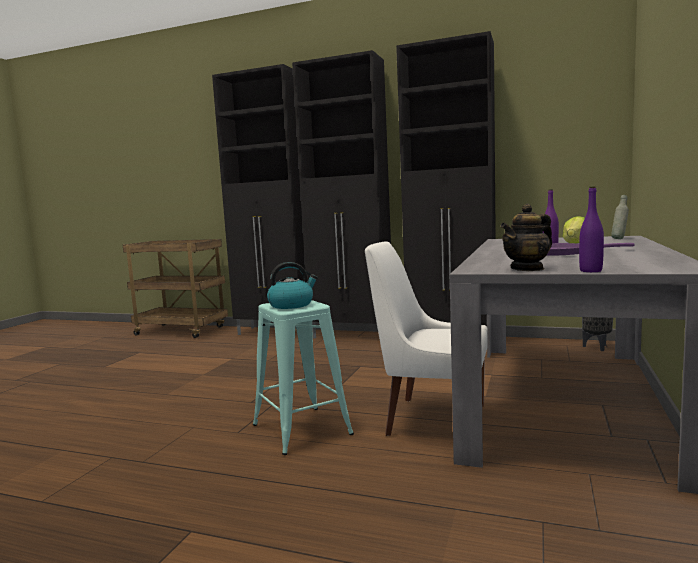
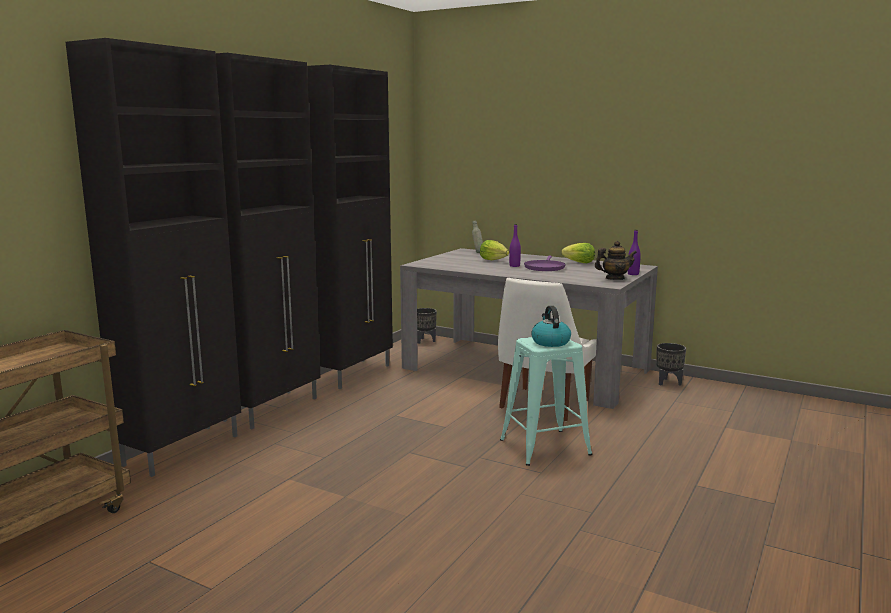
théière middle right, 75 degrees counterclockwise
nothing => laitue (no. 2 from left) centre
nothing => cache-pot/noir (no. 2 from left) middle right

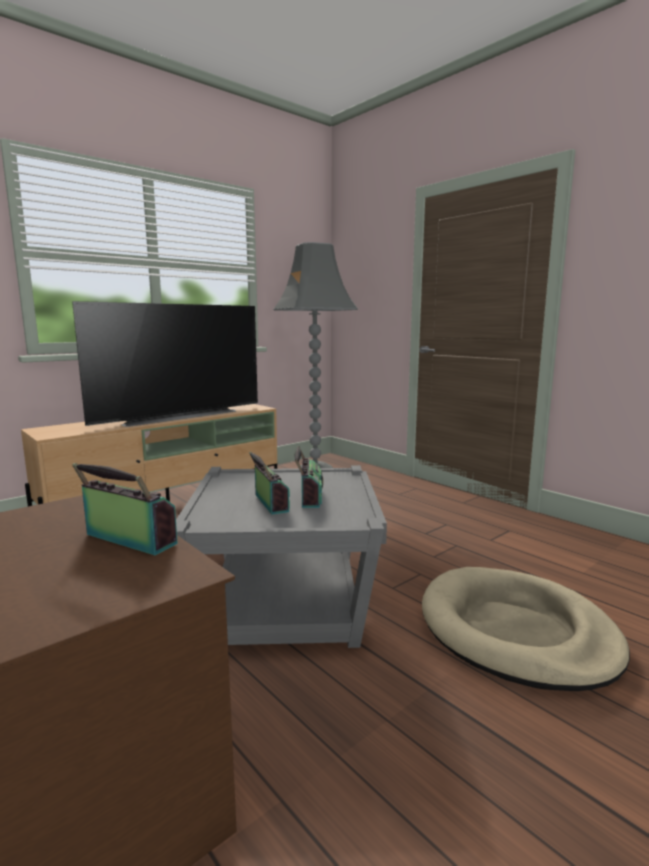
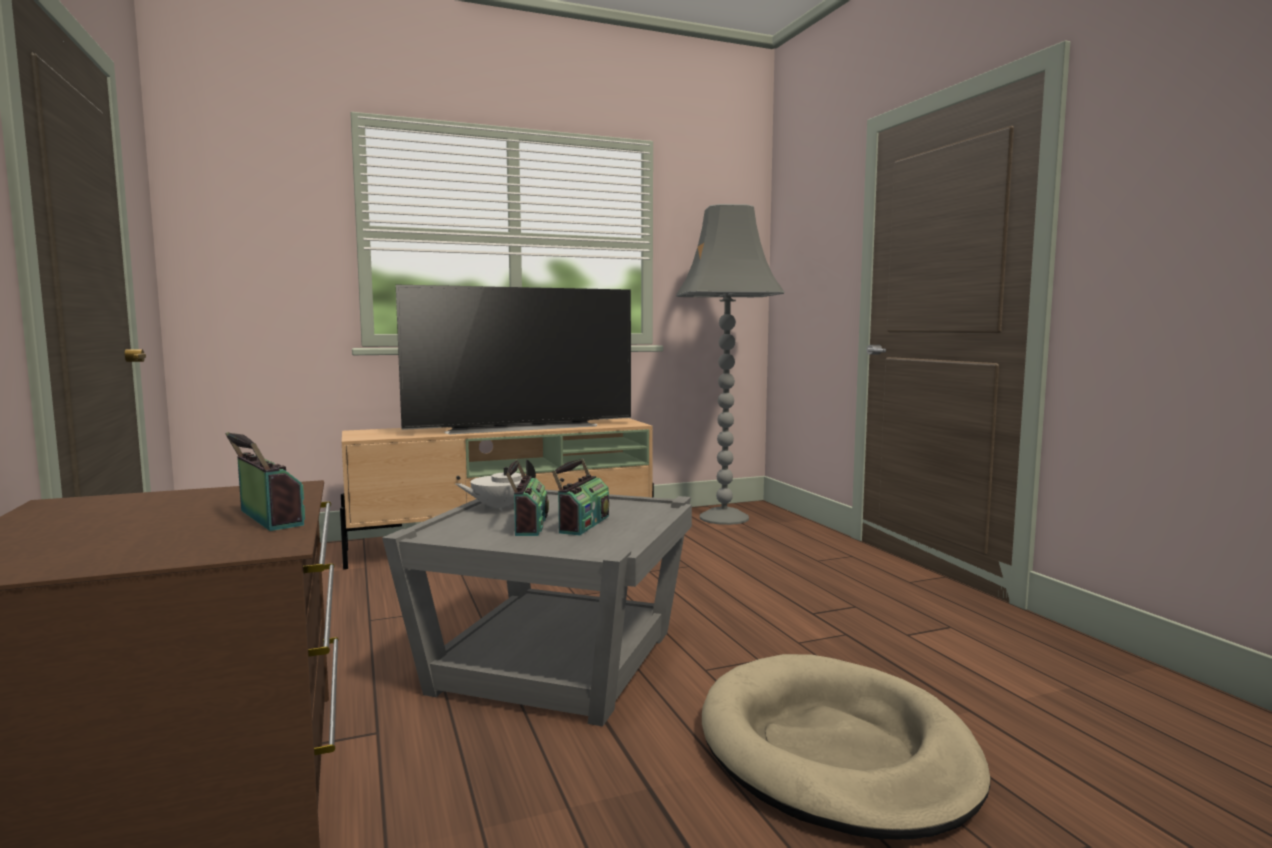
nothing => théière/blanc centre

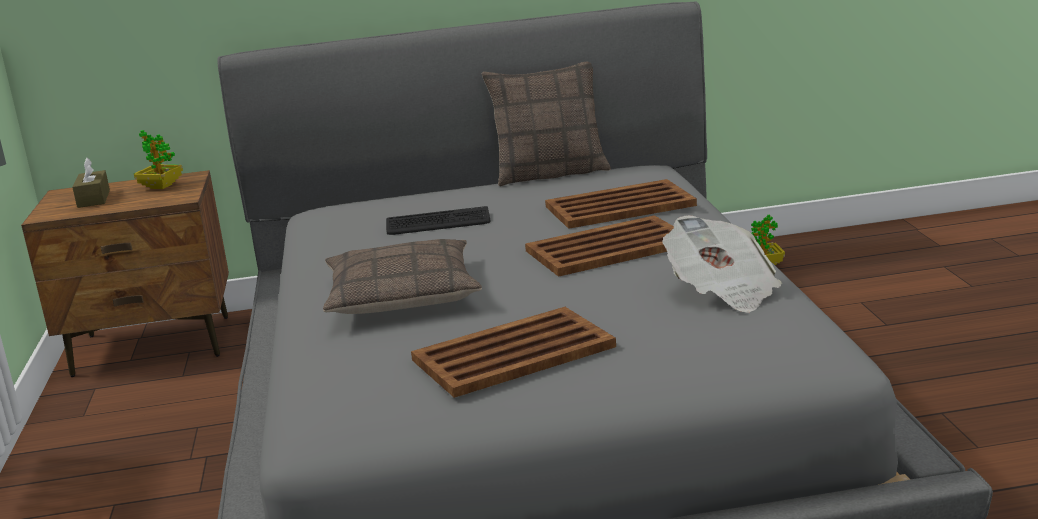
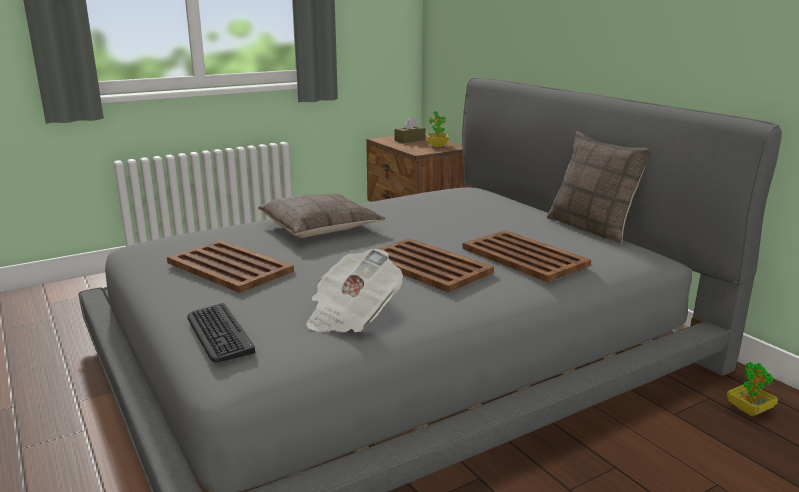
clavier centre => clavier bottom left, shifted

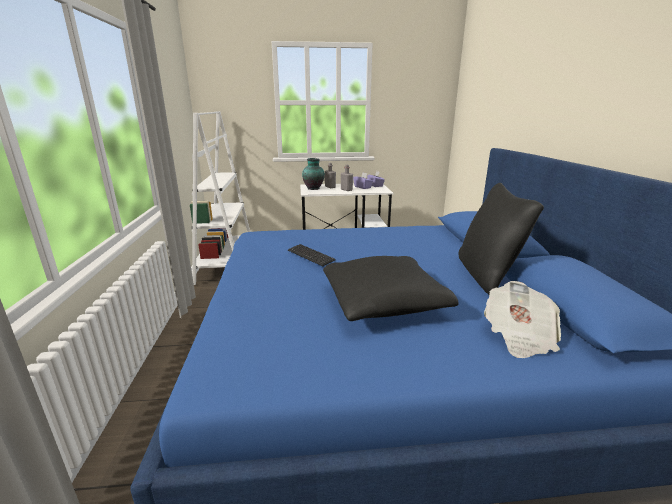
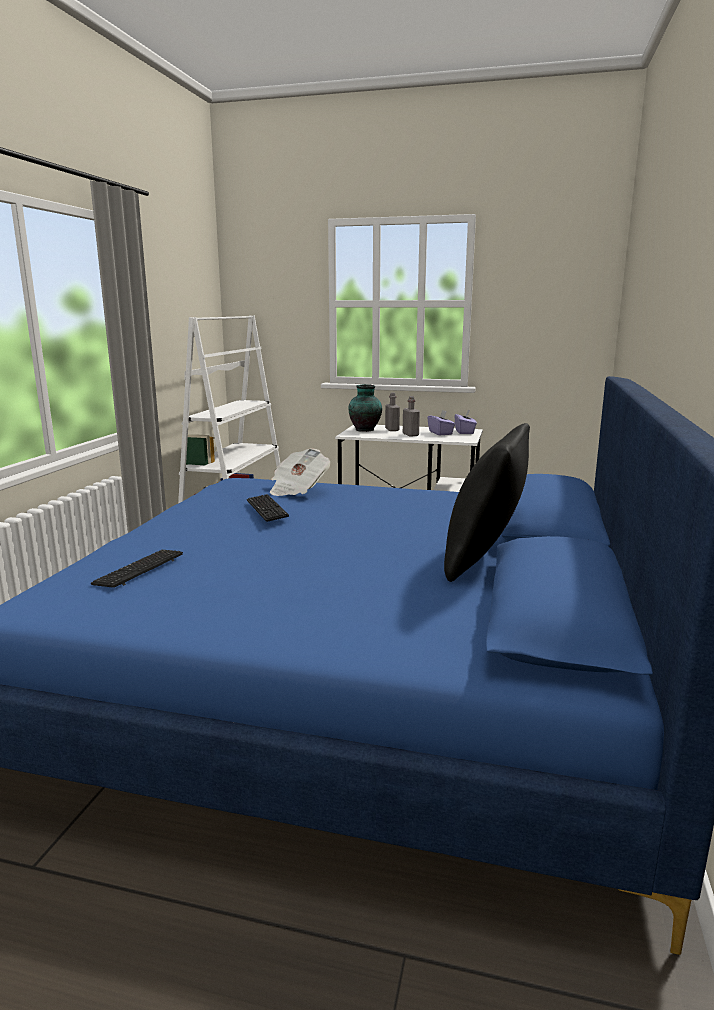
coussin/noir (no. 1 from left) centre => nothing
journal middle right => journal centre, shifted
nothing => clavier (no. 1 from left) middle left

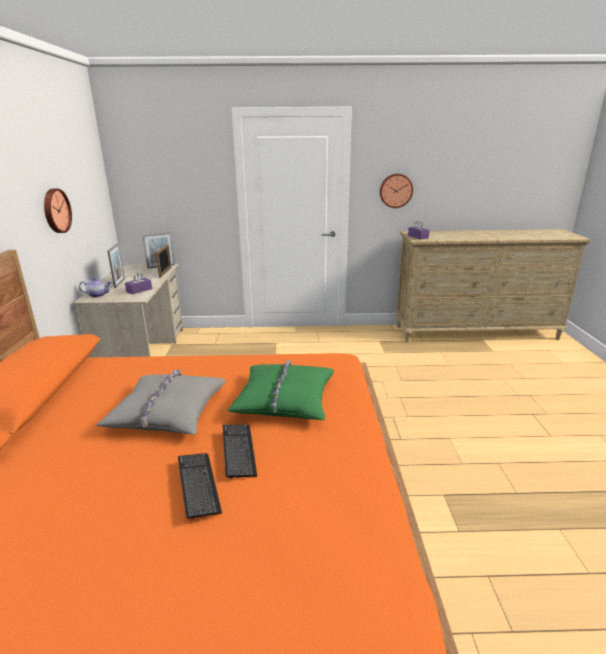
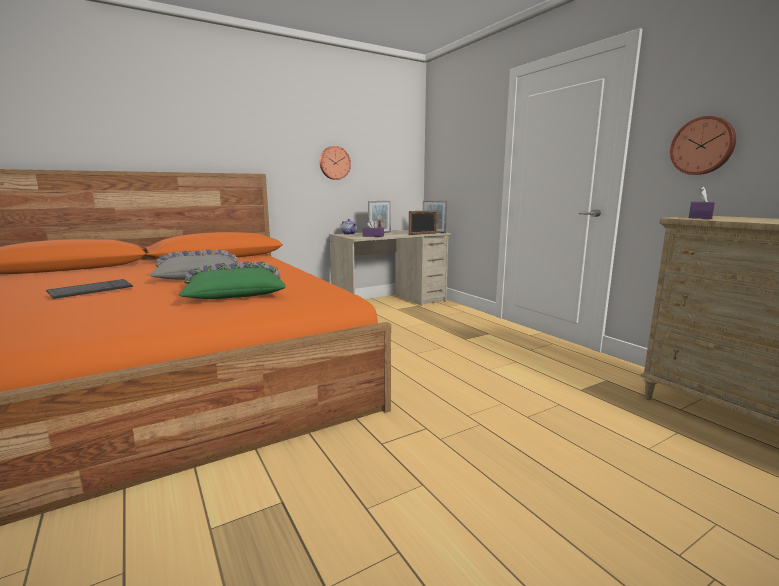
clavier (no. 2 from left) bottom centre => nothing

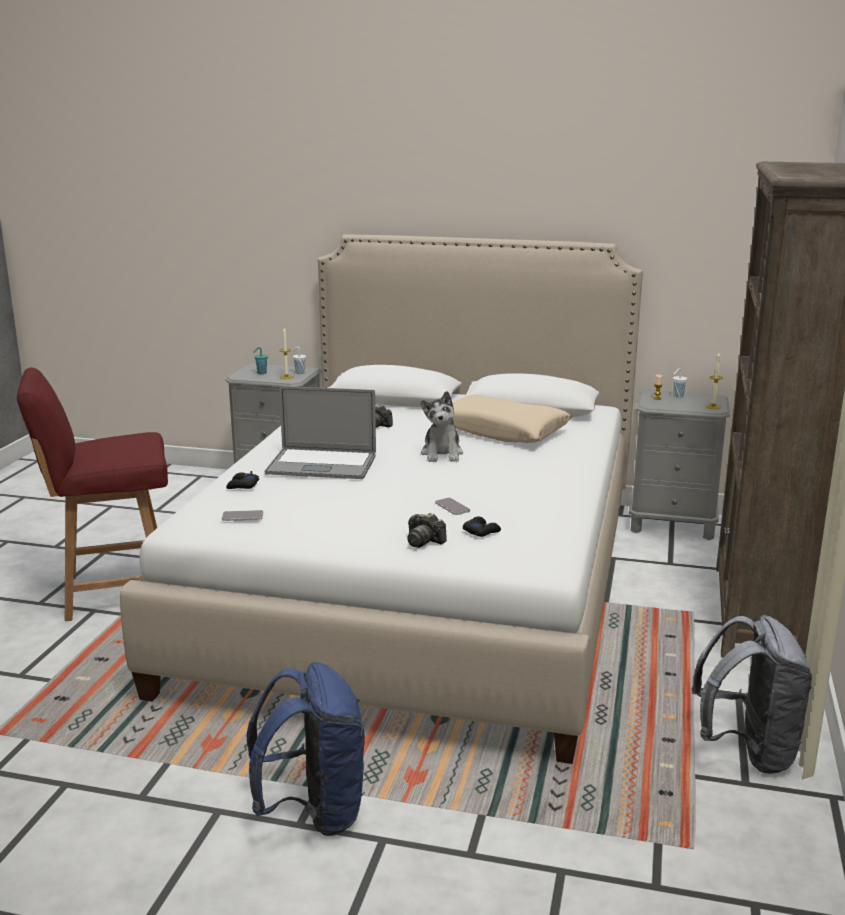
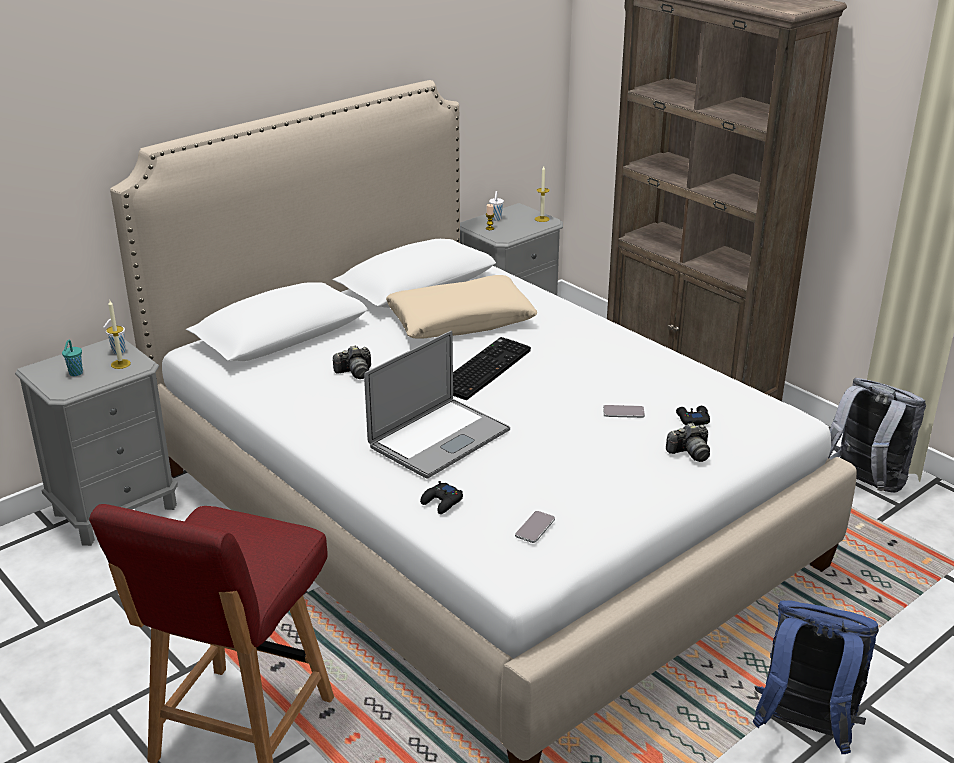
peluche centre => clavier centre

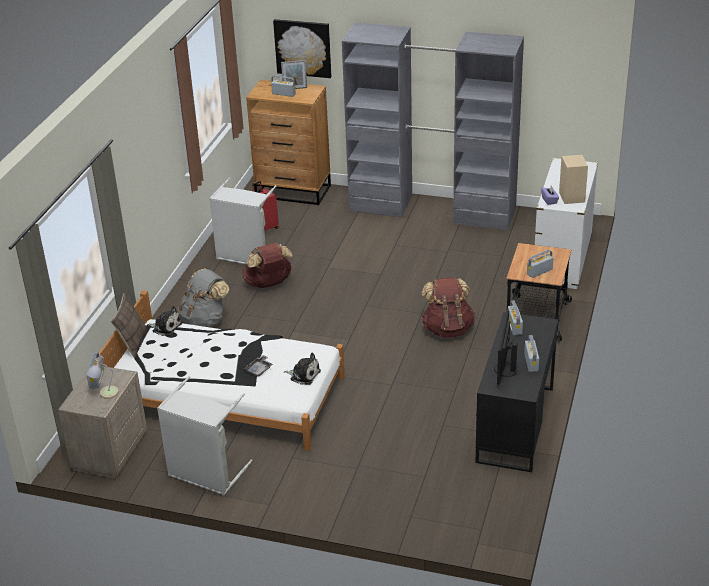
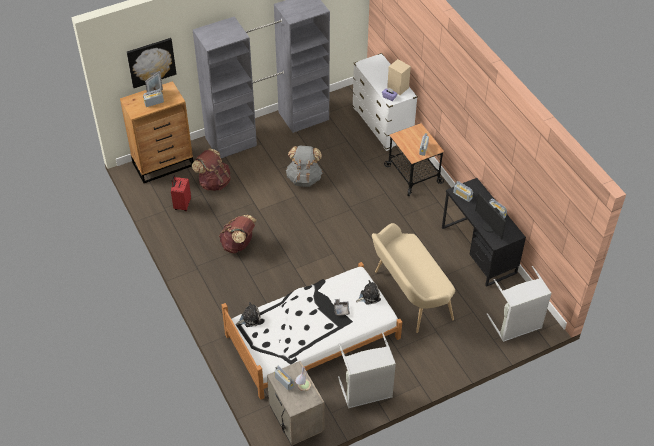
coussin middle left => nothing
sac à dos/gris middle left => sac à dos/gris centre, shifted
panier à linge/gris (no. 2 from left) centre => panier à linge/gris (no. 2 from left) bottom right, shifted
sac à dos/marron (no. 2 from left in the first image) centre => sac à dos/marron (no. 1 from left) middle left, shifted
nothing => banc/beige centre

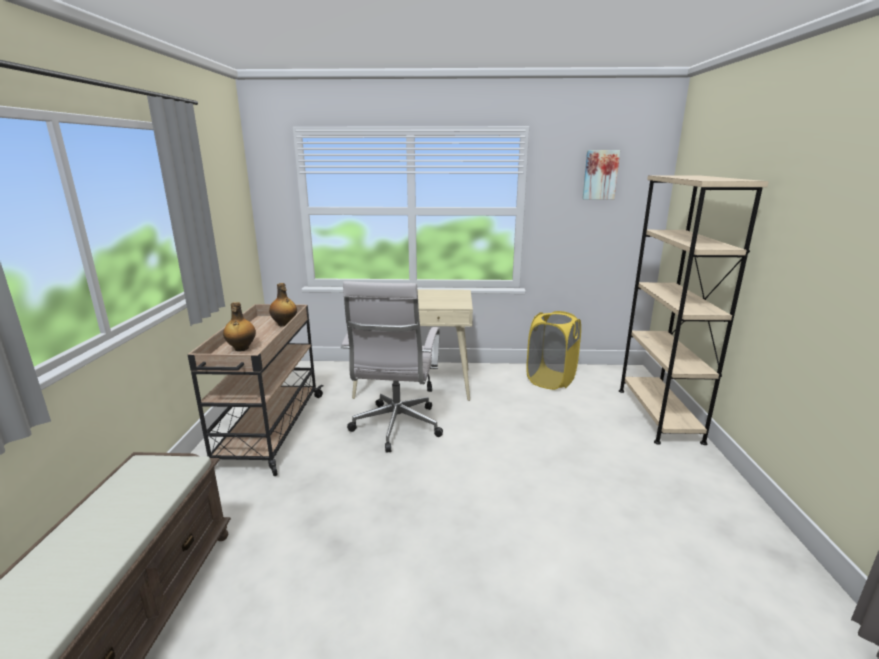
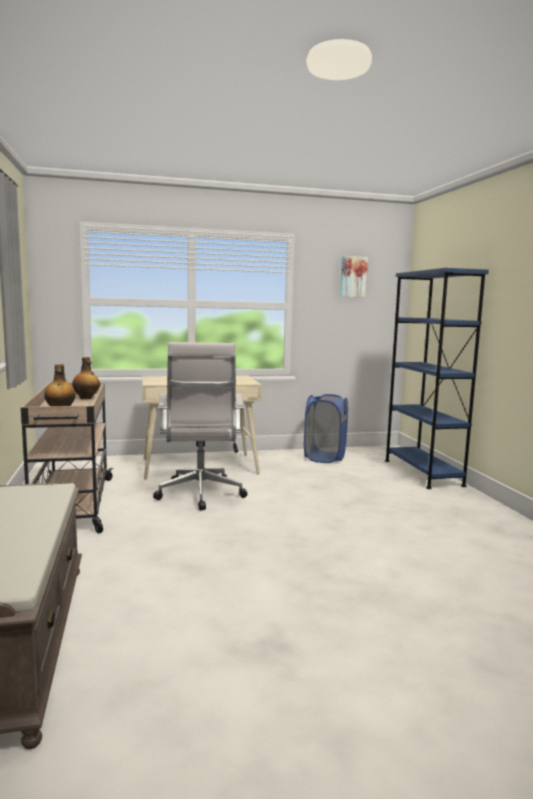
panier à linge/jaune centre => panier à linge/bleu centre
bibliothèque/beige middle right => bibliothèque/bleu middle right

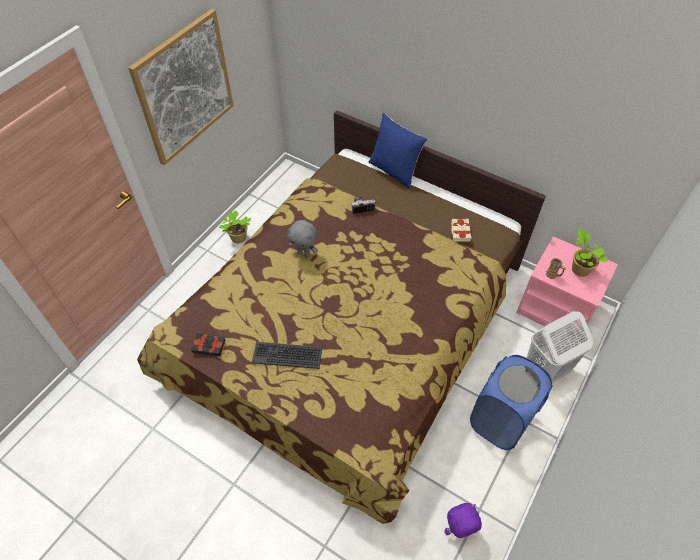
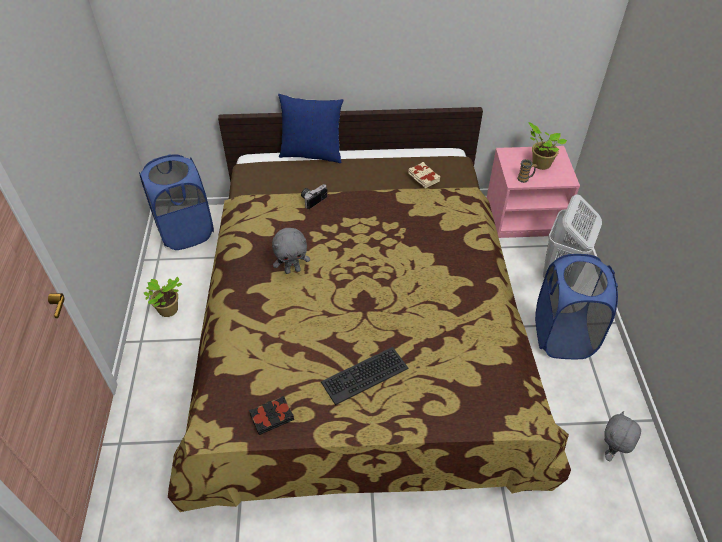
tableau top left => nothing
peluche/violet bottom centre => peluche/gris (no. 2 from left) bottom right
nothing => panier à linge/bleu (no. 1 from left) middle left

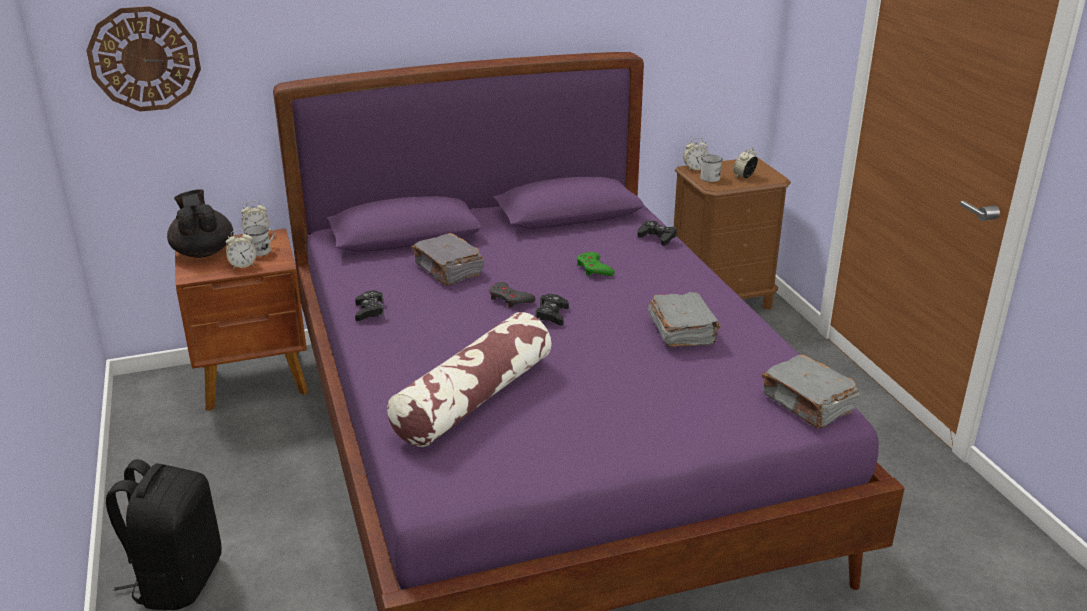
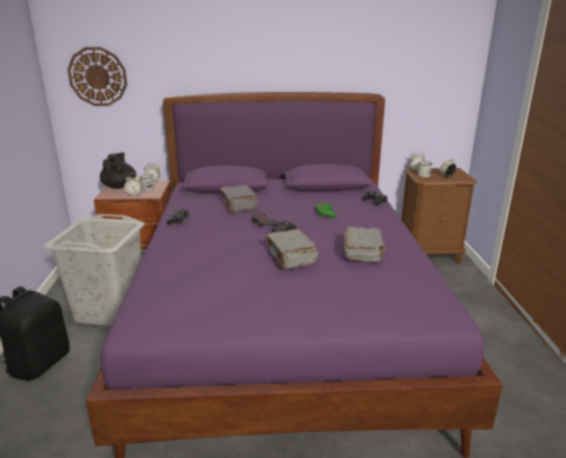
coussin centre => nothing
livre/gris (no. 3 from left in the first image) middle right => livre/gris (no. 2 from left) centre, shifted
nothing => panier à linge/gris middle left

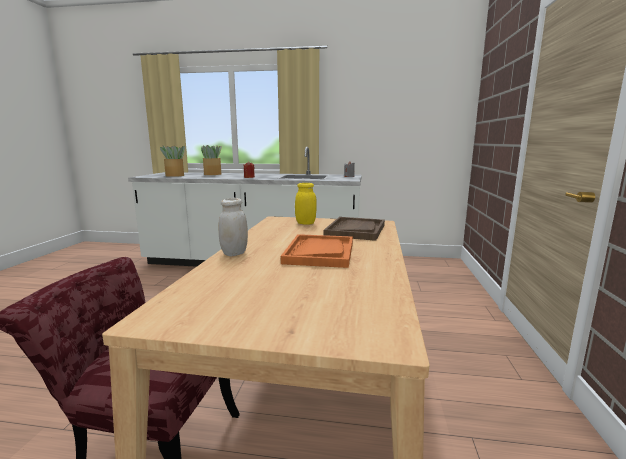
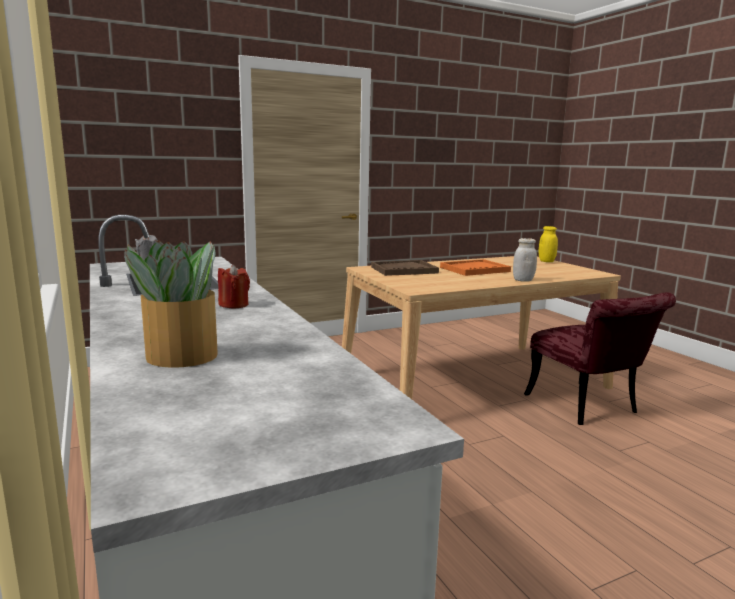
plante en pot (no. 1 from left) middle left => nothing
bocal/jaune centre => bocal/jaune middle right, shifted

